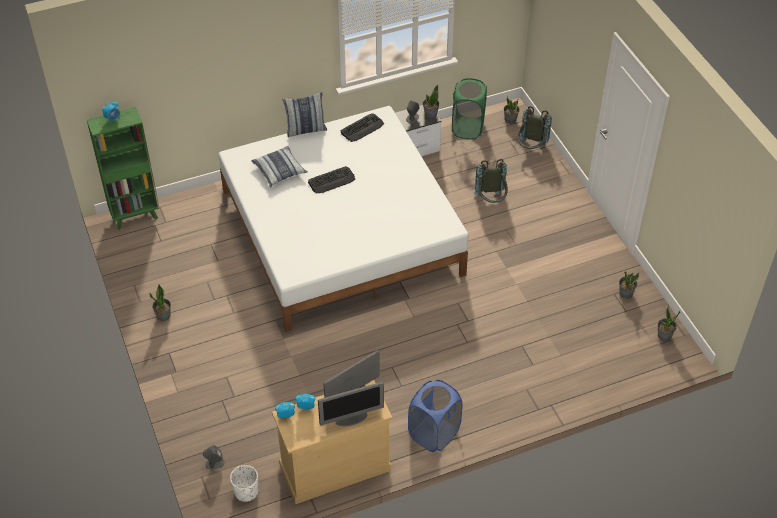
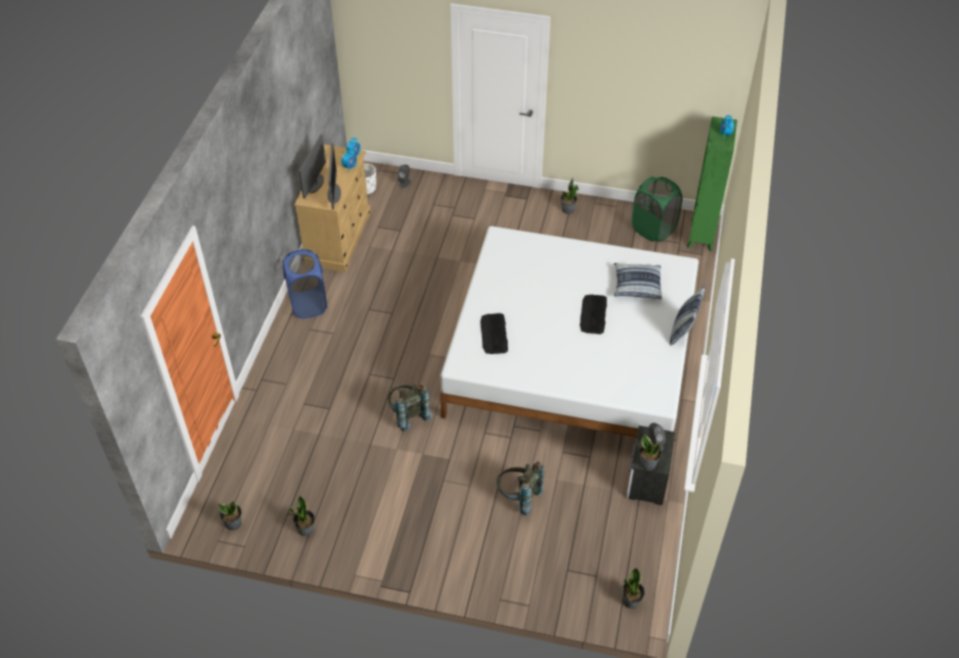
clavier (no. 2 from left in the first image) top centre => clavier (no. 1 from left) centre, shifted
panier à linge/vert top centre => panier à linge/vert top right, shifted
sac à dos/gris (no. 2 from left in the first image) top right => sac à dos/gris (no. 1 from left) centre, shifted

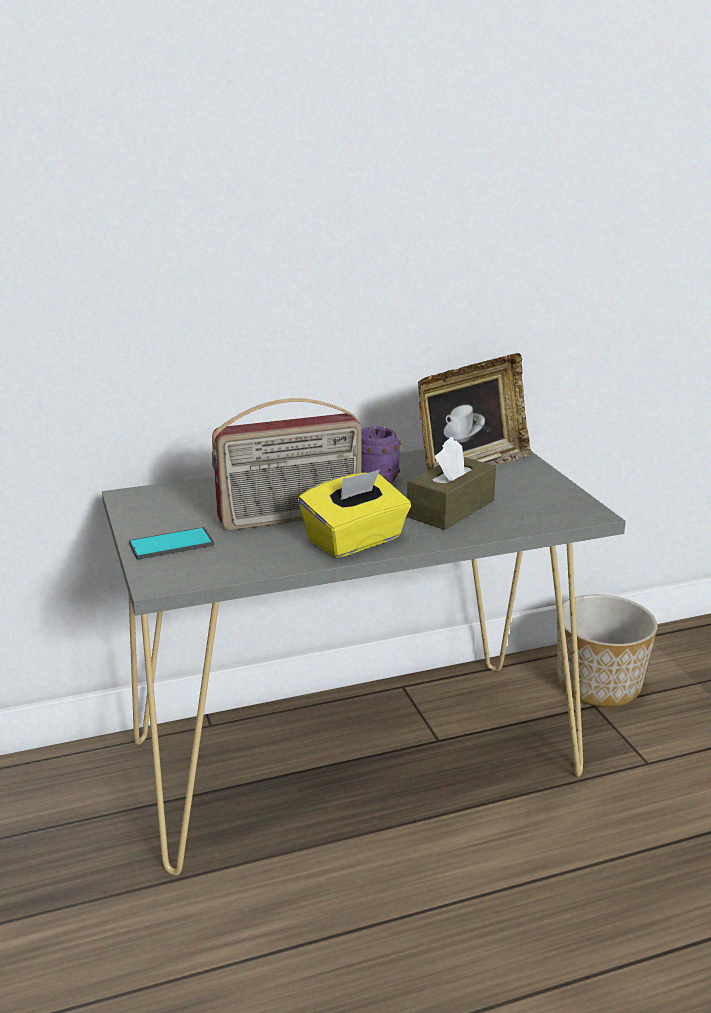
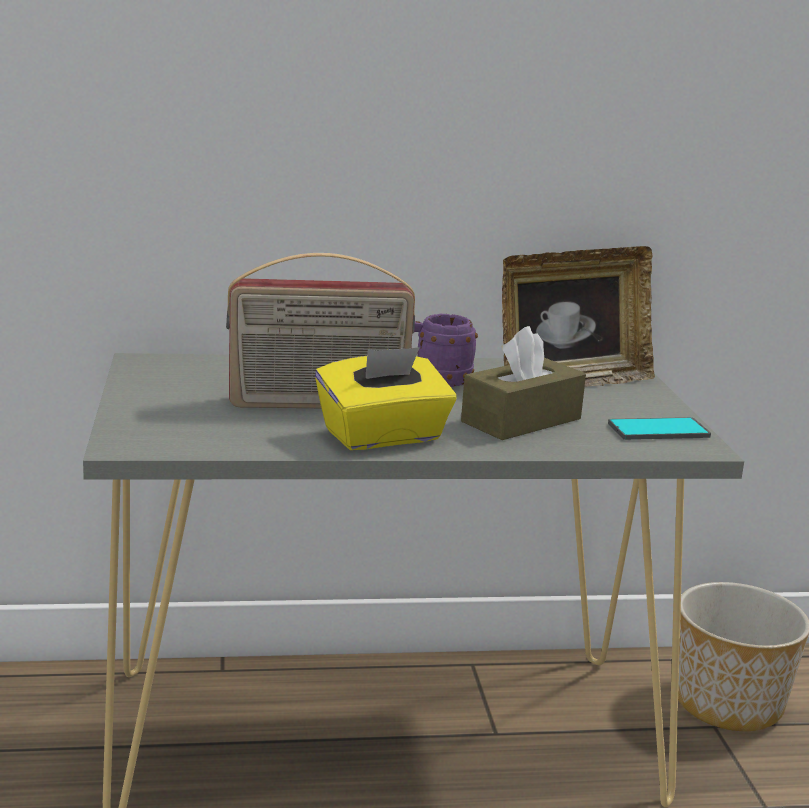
téléphone middle left => téléphone middle right, shifted

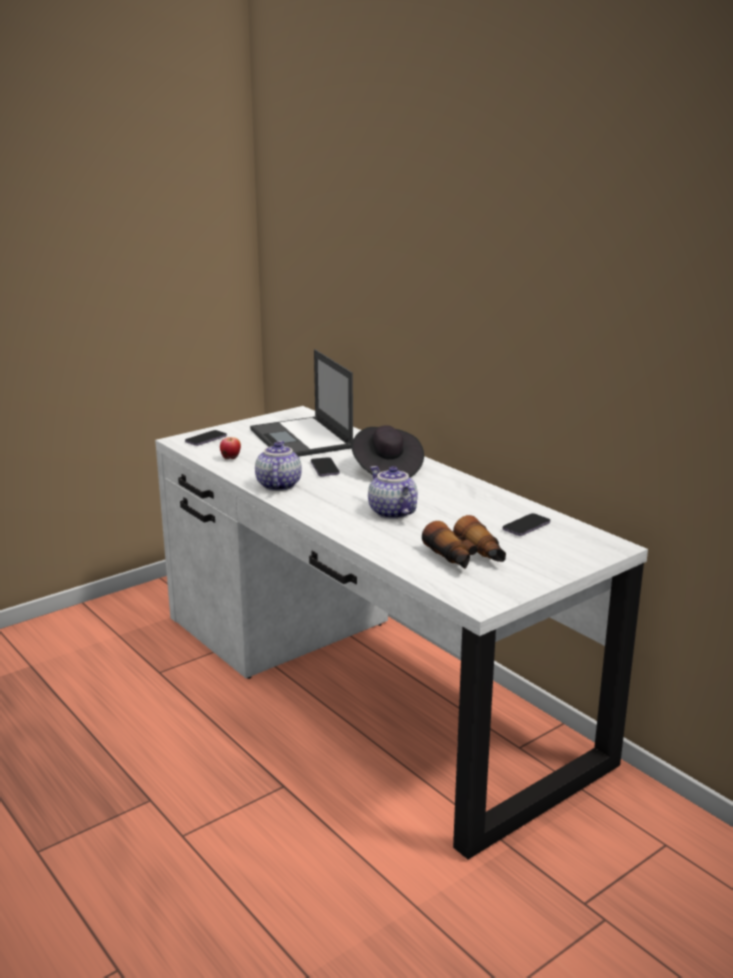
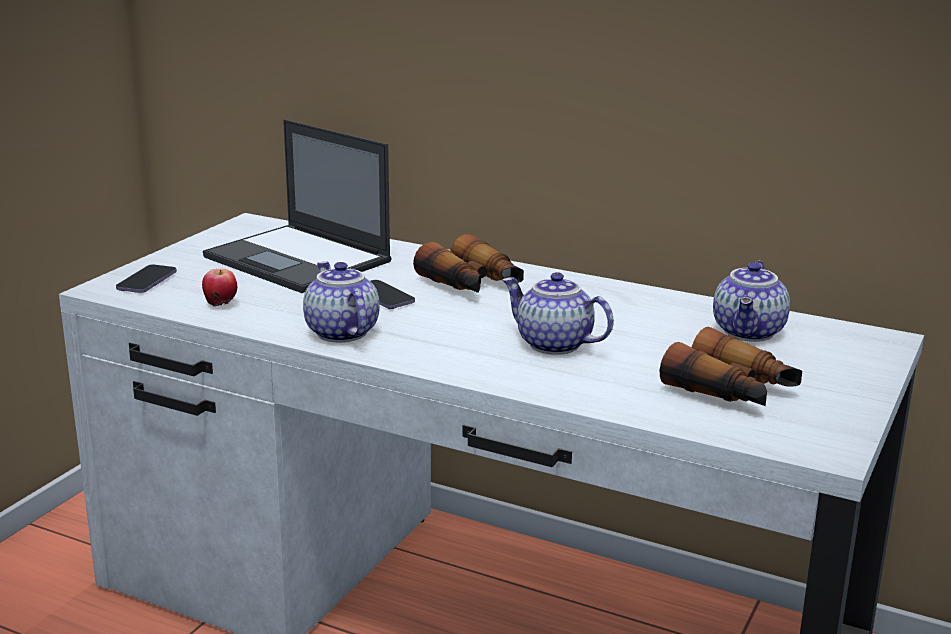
chapeau/noir centre => jumelles (no. 1 from left) centre
téléphone (no. 3 from left) middle right => théière (no. 3 from left) middle right

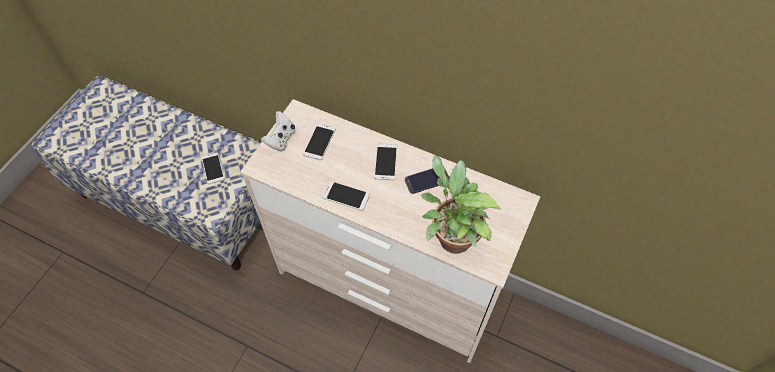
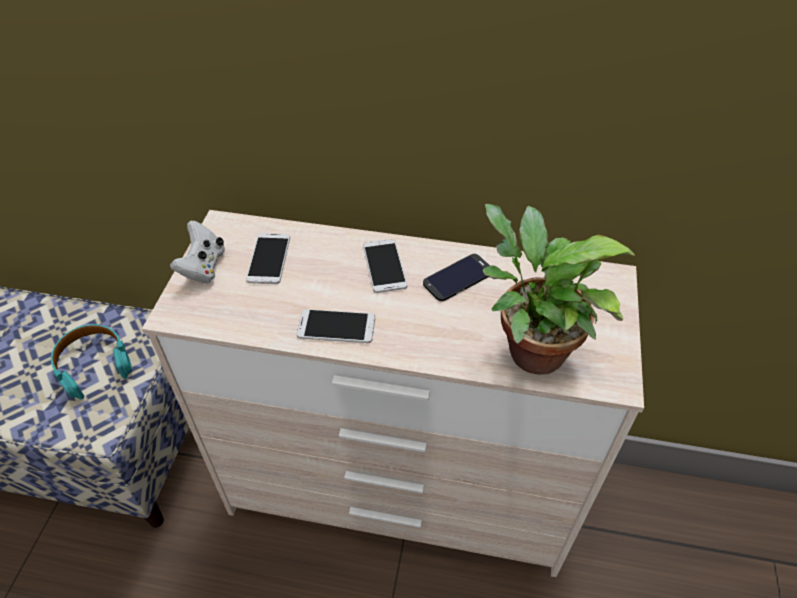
téléphone (no. 1 from left) middle left => casque audio/turquoise middle left

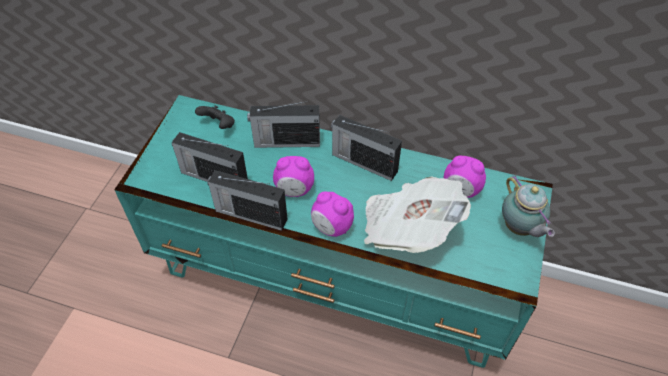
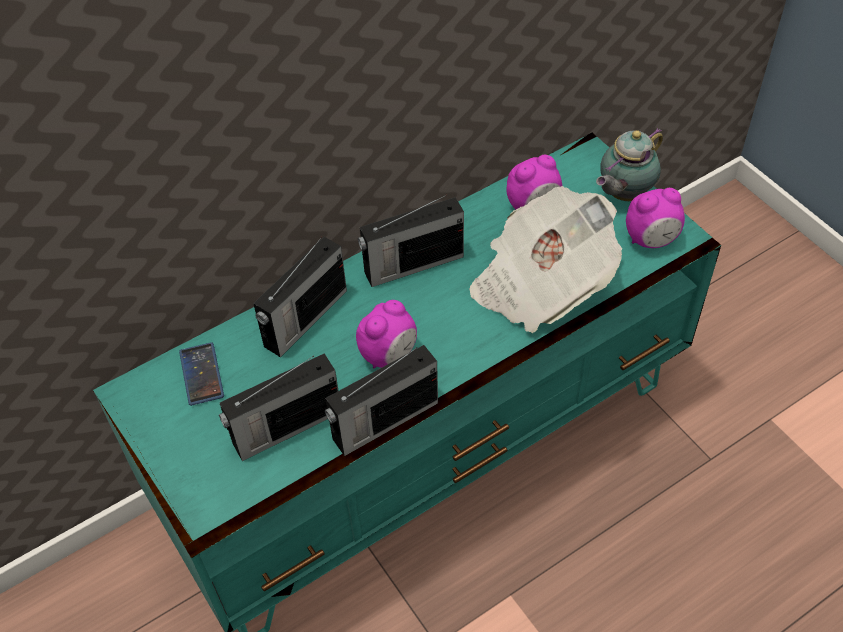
manette/noir top left => téléphone middle left
réveil (no. 2 from left in the first image) centre => réveil (no. 3 from left) middle right, shifted
théière middle right => théière top right, 120 degrees clockwise

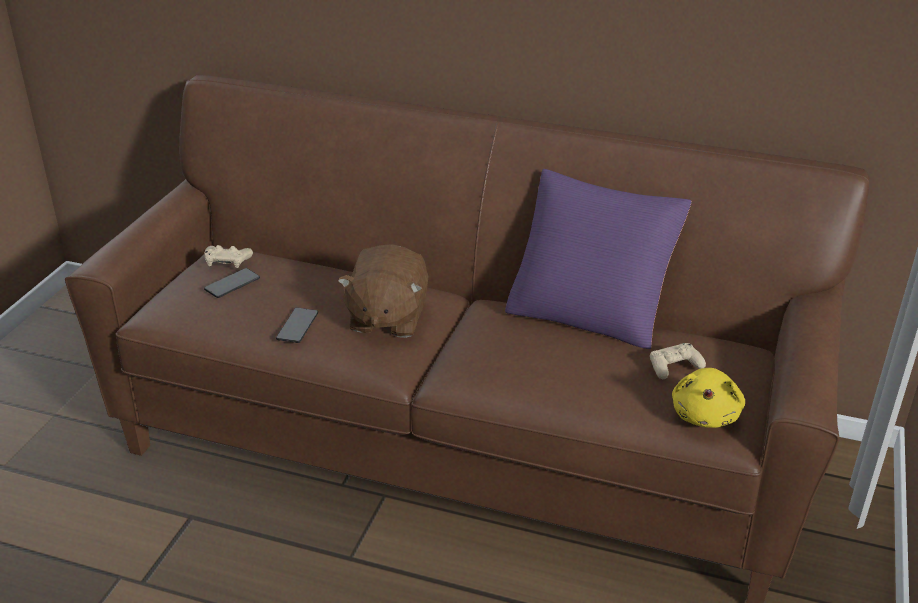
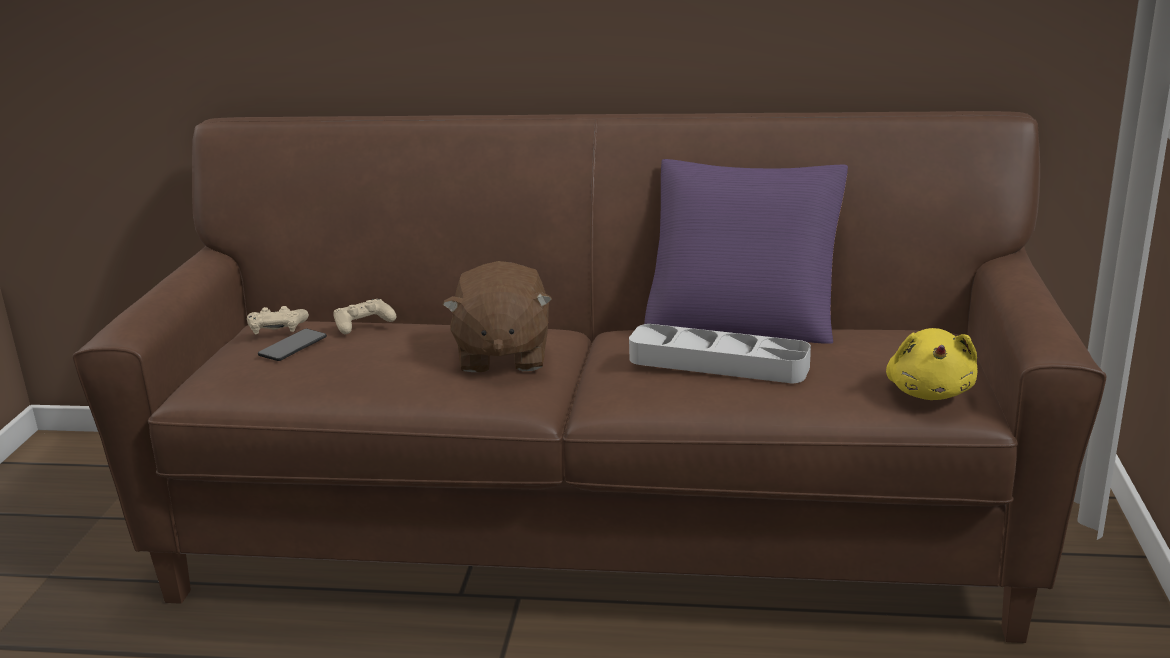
téléphone (no. 2 from left) middle left => nothing
manette/beige (no. 2 from left) middle right => manette/beige (no. 2 from left) middle left, shifted
nothing => plateau/gris centre

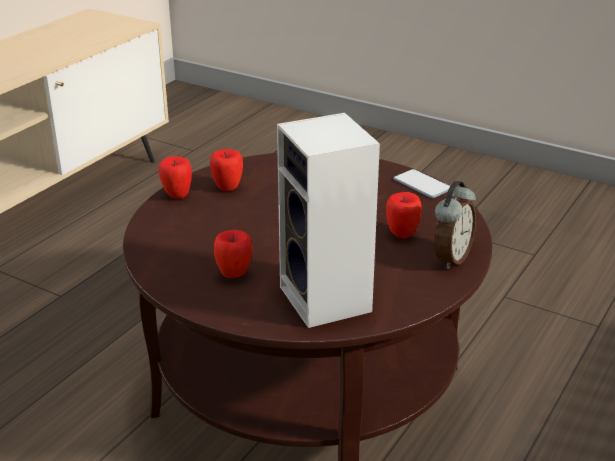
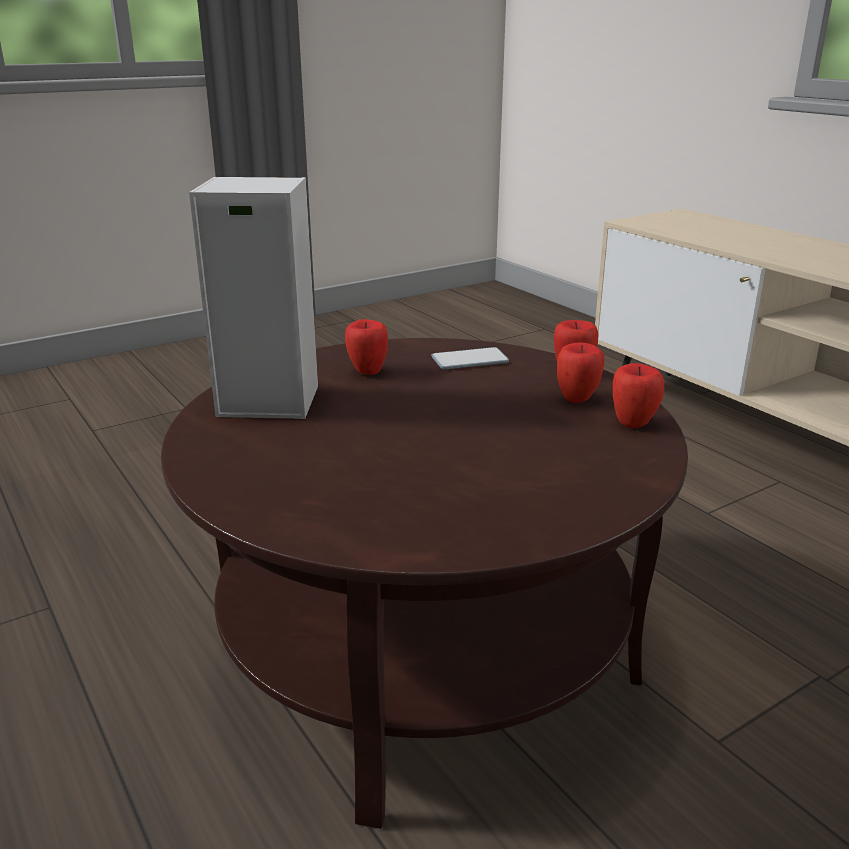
pomme (no. 4 from left) centre => pomme (no. 4 from left) middle right, shifted
téléphone middle right => téléphone centre, shifted
réveil middle right => nothing

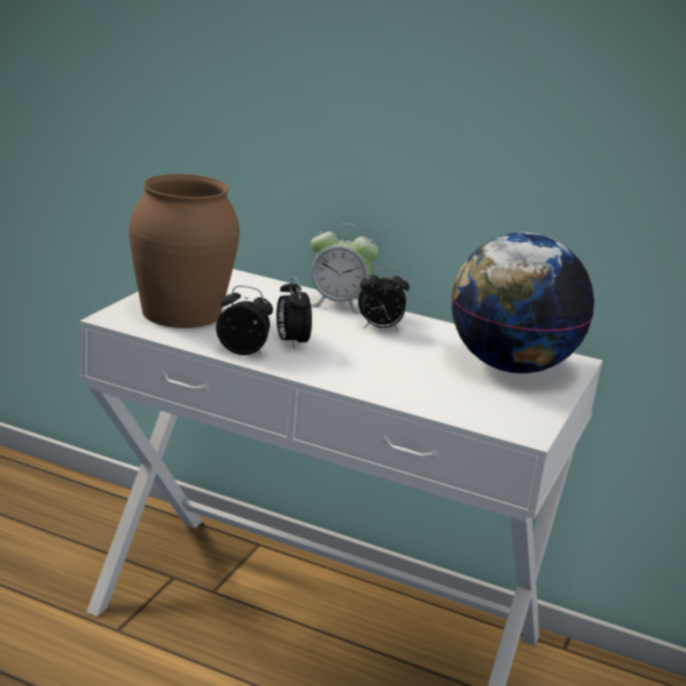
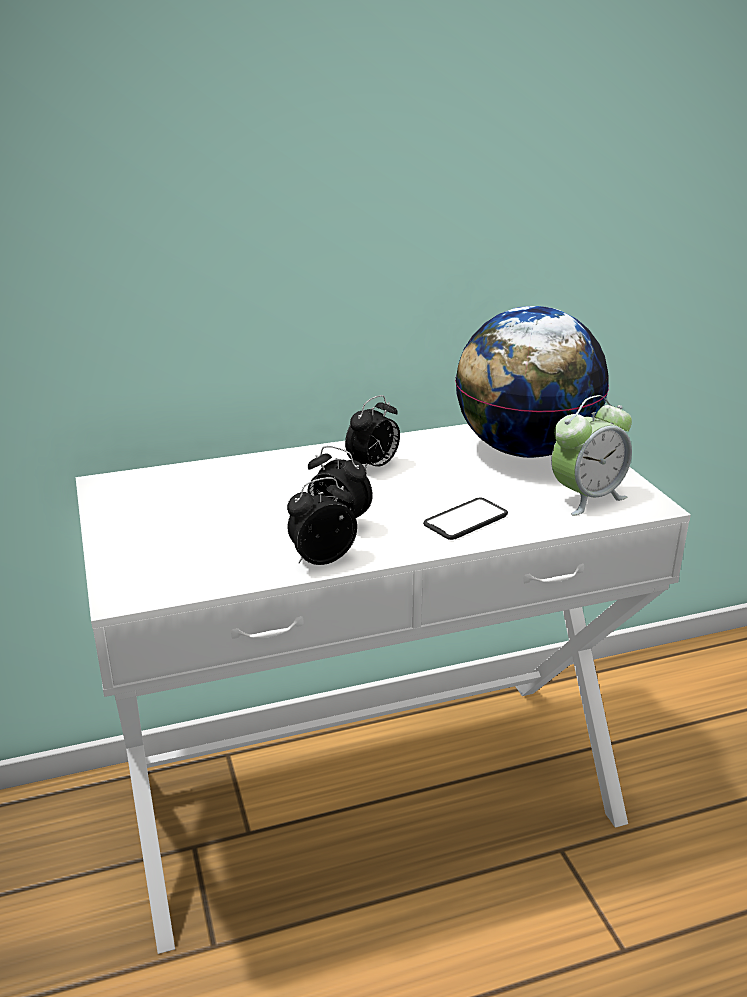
vase/marron middle left => nothing
réveil (no. 3 from left in the first image) centre => réveil (no. 4 from left) middle right, shifted
nothing => téléphone centre

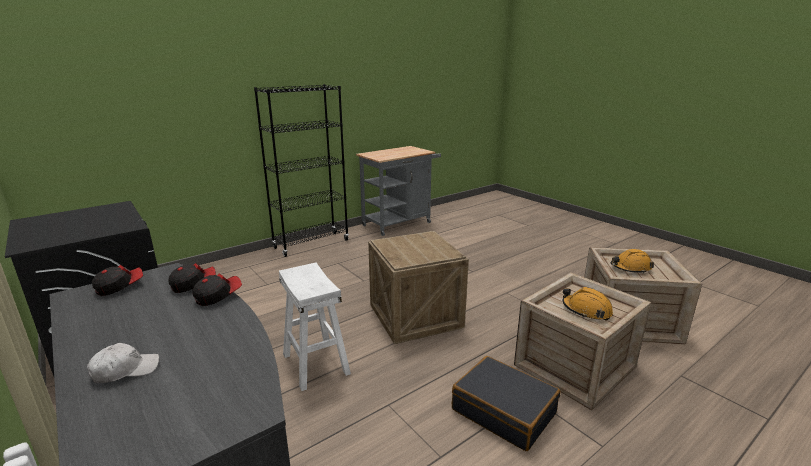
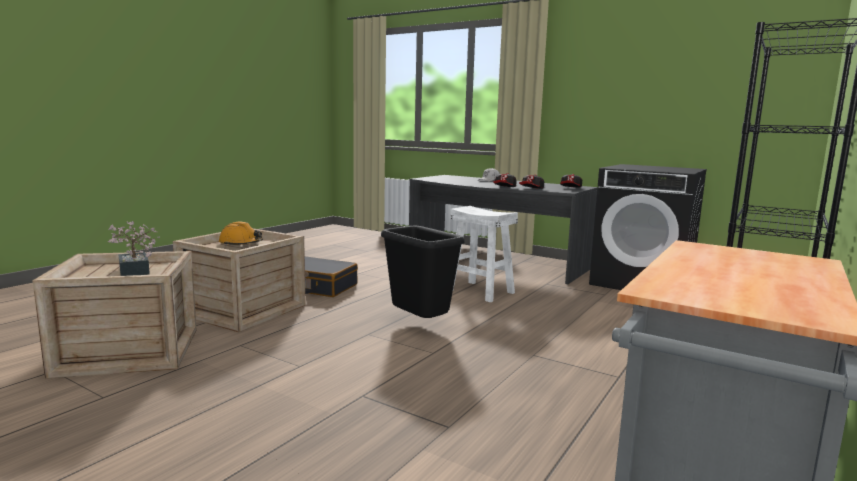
caisse (no. 1 from left) centre => poubelle/noir centre
casque de chantier/orange (no. 2 from left) middle right => plante en pot middle left

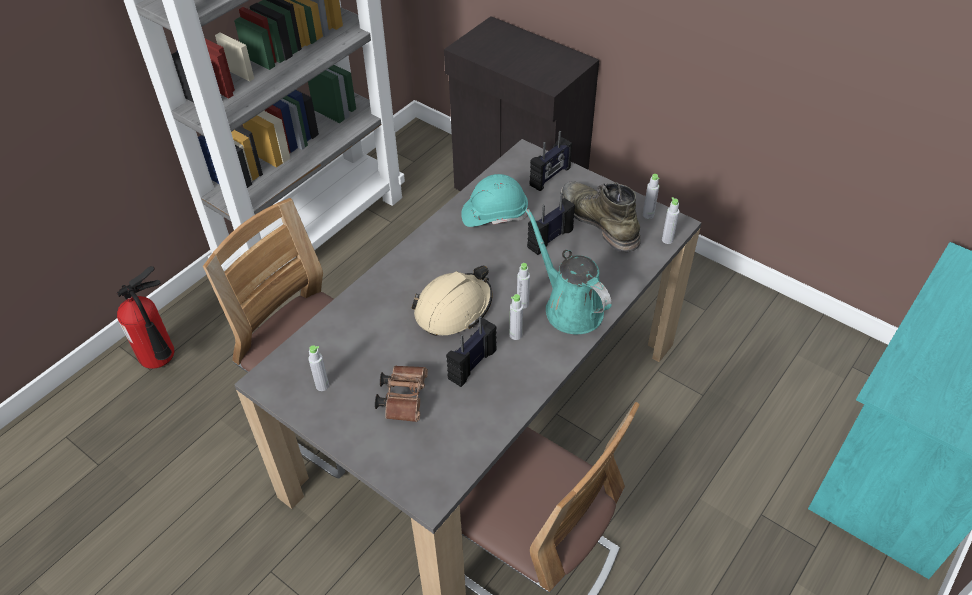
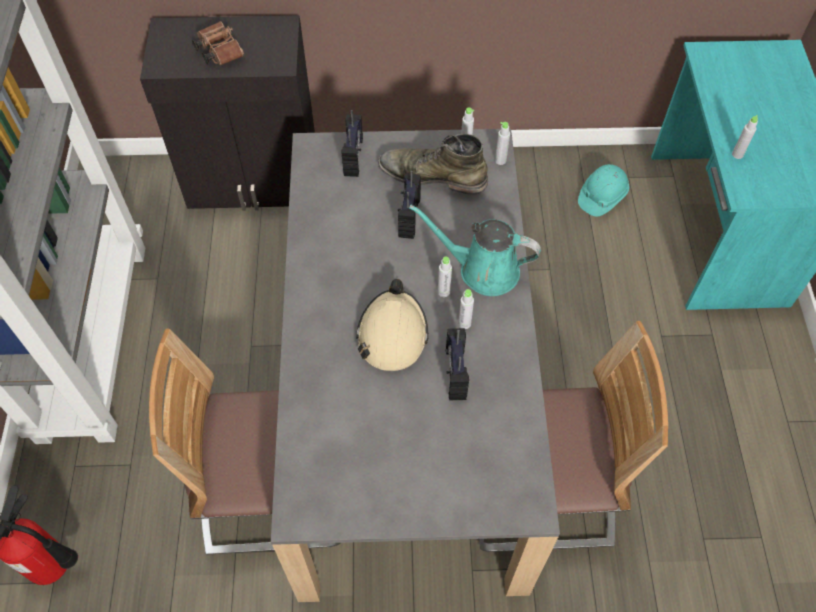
bouteille/gris (no. 1 from left in the first image) middle left => bouteille/gris (no. 5 from left) top right, shifted
jumelles/marron centre => jumelles/marron top left, shifted
casque de chantier/turquoise centre => casque de chantier/turquoise top right, shifted

